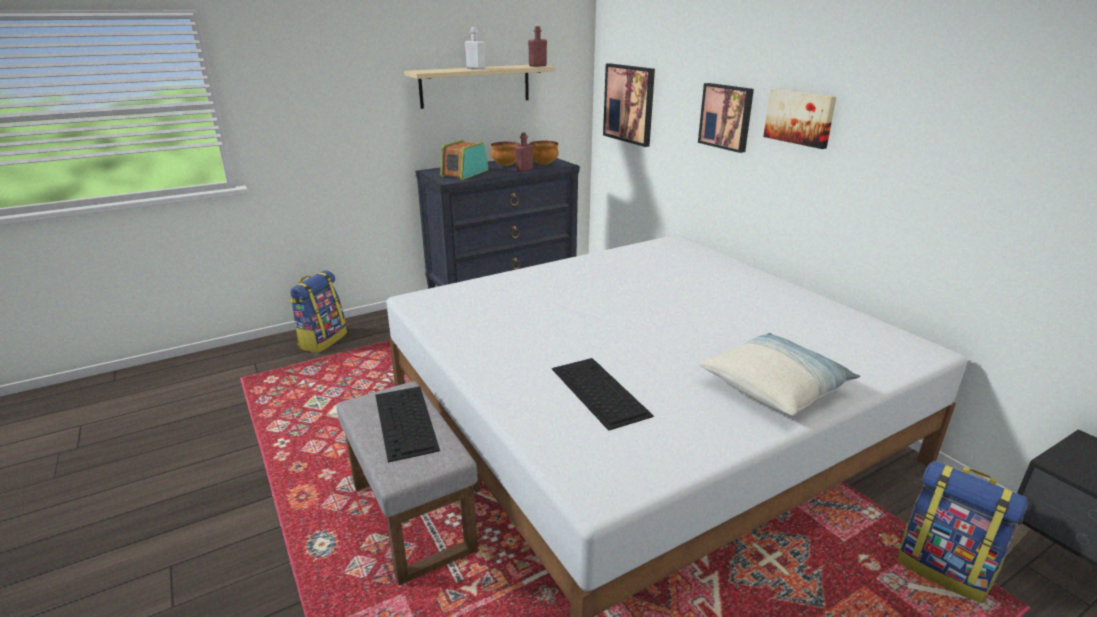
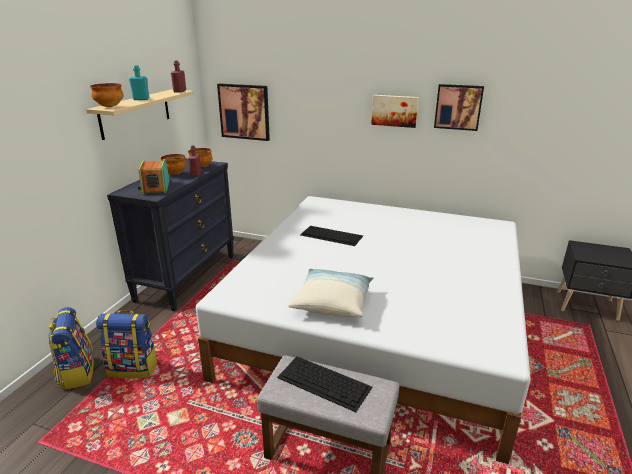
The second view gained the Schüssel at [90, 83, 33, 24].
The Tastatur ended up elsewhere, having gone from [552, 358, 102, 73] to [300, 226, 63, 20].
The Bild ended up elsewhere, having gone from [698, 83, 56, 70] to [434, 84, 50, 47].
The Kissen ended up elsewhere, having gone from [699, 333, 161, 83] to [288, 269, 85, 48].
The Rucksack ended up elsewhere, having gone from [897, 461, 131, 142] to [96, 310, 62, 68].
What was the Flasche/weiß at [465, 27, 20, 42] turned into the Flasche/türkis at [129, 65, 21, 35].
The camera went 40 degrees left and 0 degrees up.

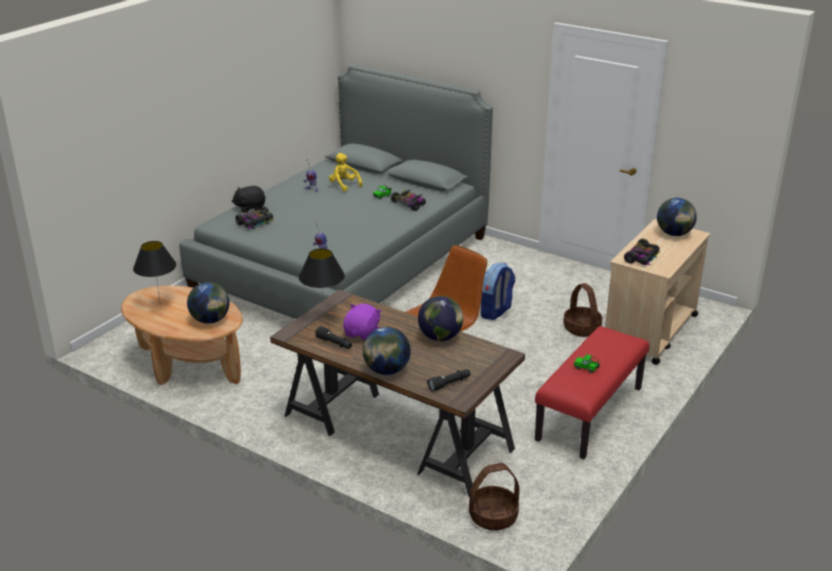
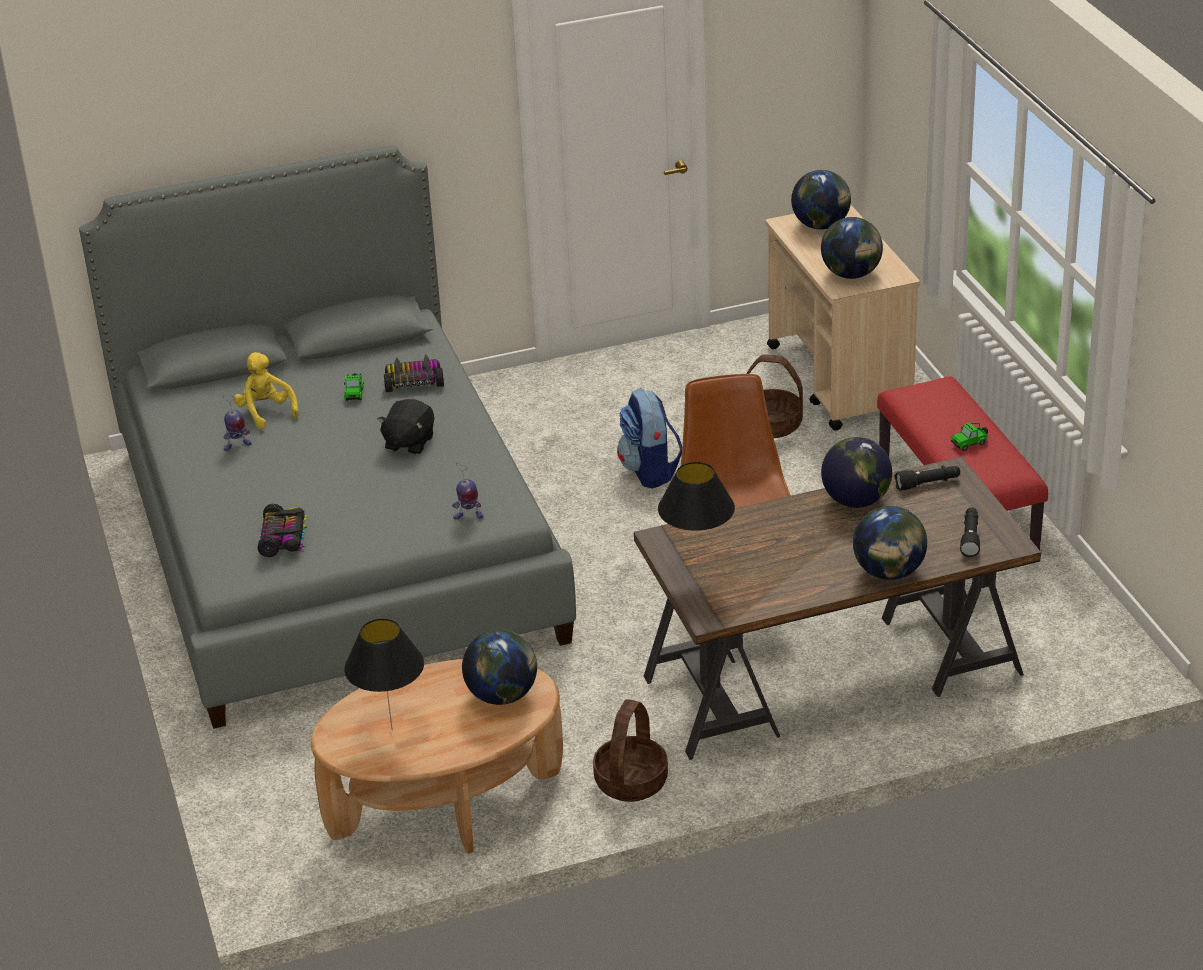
The second view lost the Plüschtier/lila at [343, 304, 39, 36].
The Plüschtier/schwarz ended up elsewhere, having gone from [231, 186, 35, 27] to [377, 399, 57, 56].
The Taschenlampe/schwarz ended up elsewhere, having gone from [315, 326, 37, 23] to [894, 465, 66, 26].
The Korb ended up elsewhere, having gone from [469, 463, 51, 68] to [593, 699, 75, 103].
Where the Spielzeugauto stood at [624, 239, 36, 26], the Globus came to stand at [821, 217, 62, 62].
The Plüschtier/gelb at [329, 153, 33, 39] ended up facing another way, 60 degrees clockwise from before.
The camera went 50 degrees left and 5 degrees up.

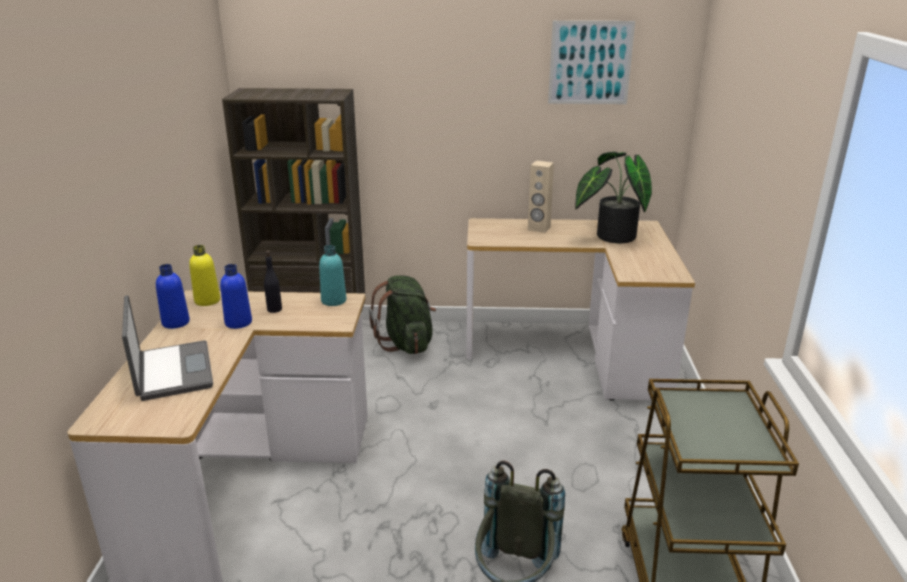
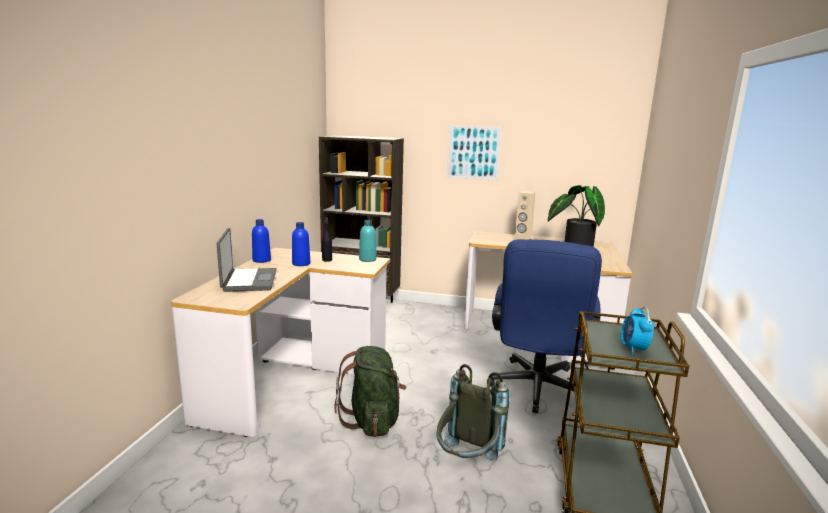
The second view lost the Flasche/gelb at [189, 245, 31, 61].
The second view gained the Bürostuhl/blau at [487, 239, 115, 174].
The second view gained the Wecker at [621, 307, 33, 48].
The Rucksack/grün ended up elsewhere, having gone from [369, 275, 67, 79] to [335, 346, 72, 91].
The Bild ended up elsewhere, having gone from [548, 21, 87, 83] to [446, 125, 56, 56].
The camera went 10 degrees right and 10 degrees down.

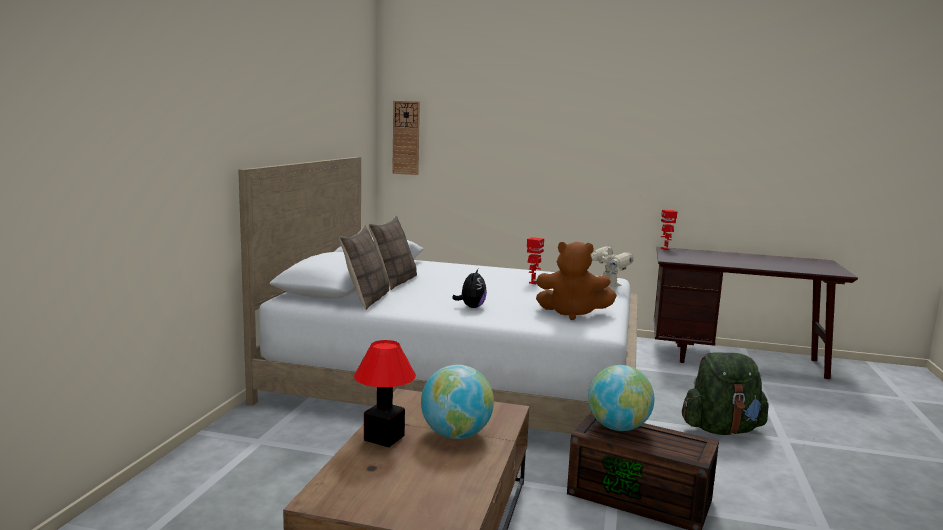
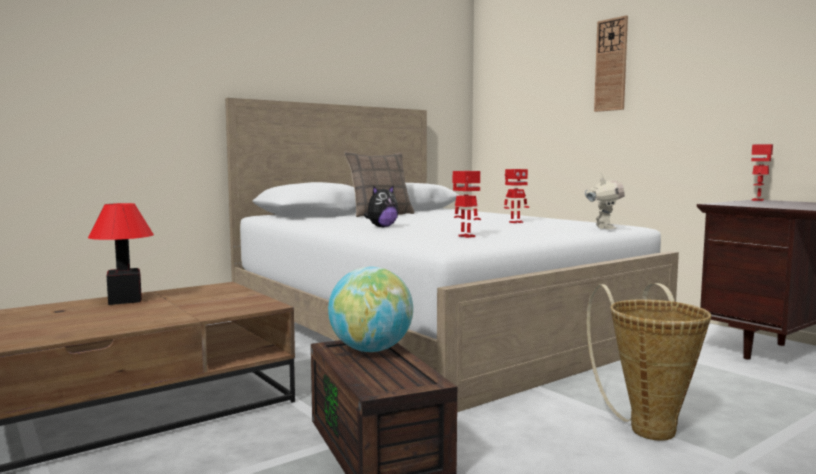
The second view lost the Kissen at [339, 226, 50, 84].
The second view lost the Globus at [421, 365, 73, 74].
The Wanduhr ended up elsewhere, having gone from [392, 101, 28, 74] to [594, 15, 34, 97].
Where the Plüschtier/braun stood at [536, 242, 81, 78], the Spielzeugroboter came to stand at [453, 171, 28, 67].
Where the Rucksack/grün stood at [682, 353, 87, 82], the Korb came to stand at [587, 283, 124, 158].
The camera went 40 degrees right and 5 degrees down.

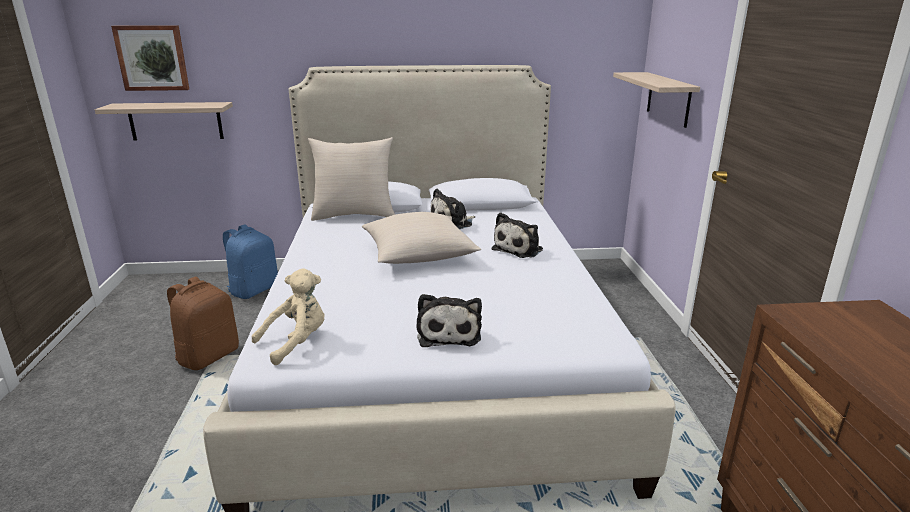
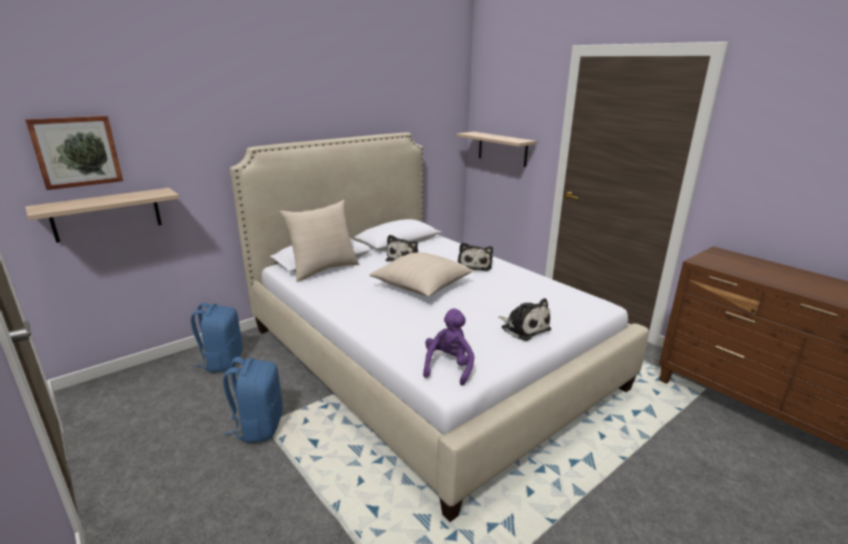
What was the Rucksack/braun at [167, 277, 72, 93] turned into the Rucksack/blau at [223, 357, 60, 86].
What was the Plüschtier/beige at [252, 268, 73, 97] turned into the Plüschtier/lila at [423, 308, 51, 78].
The camera went 35 degrees left and 0 degrees up.

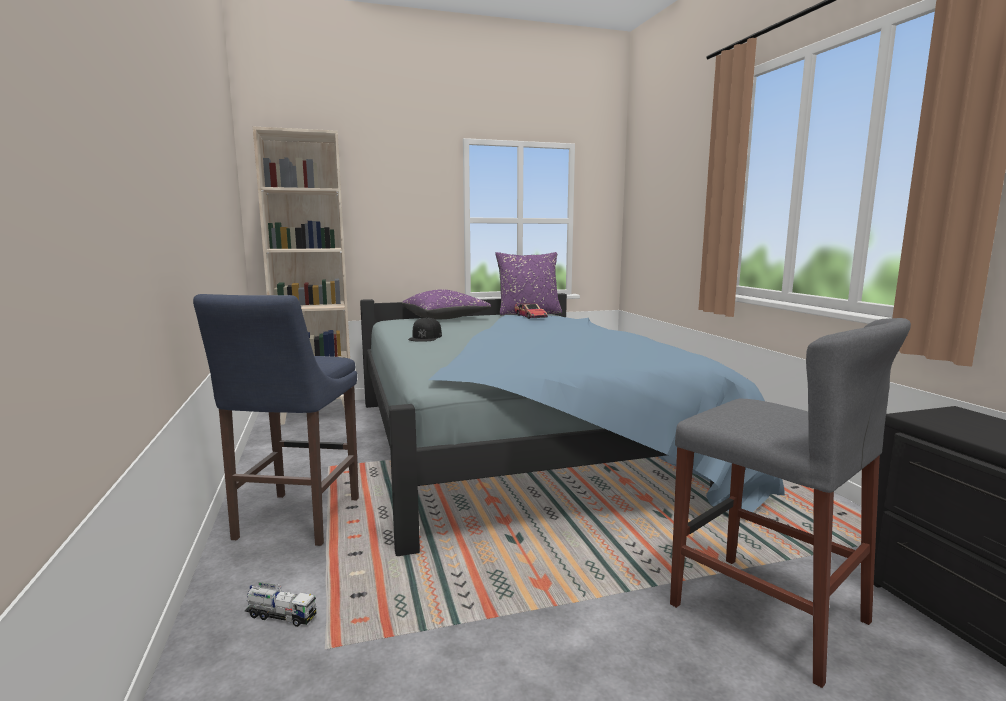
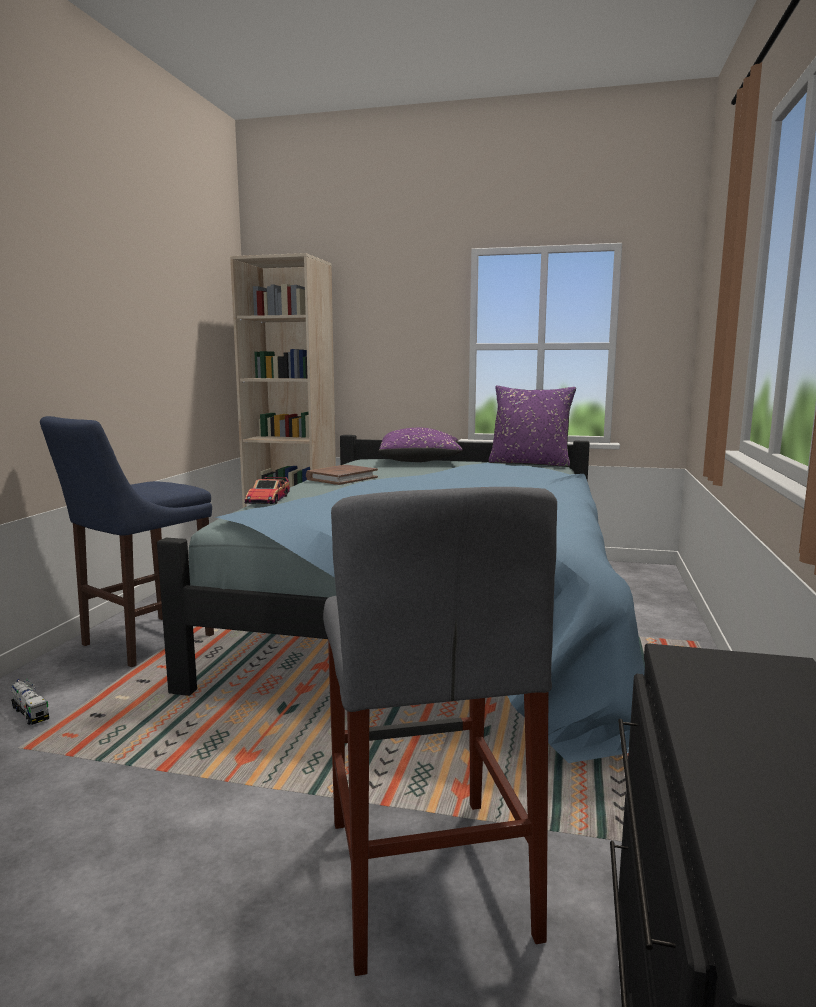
The Spielzeugauto ended up elsewhere, having gone from [515, 303, 33, 16] to [245, 477, 45, 27].
Where the Kappe/schwarz stood at [408, 317, 34, 25], the Buch/braun came to stand at [306, 465, 72, 20].
The camera went 30 degrees right and 0 degrees up.

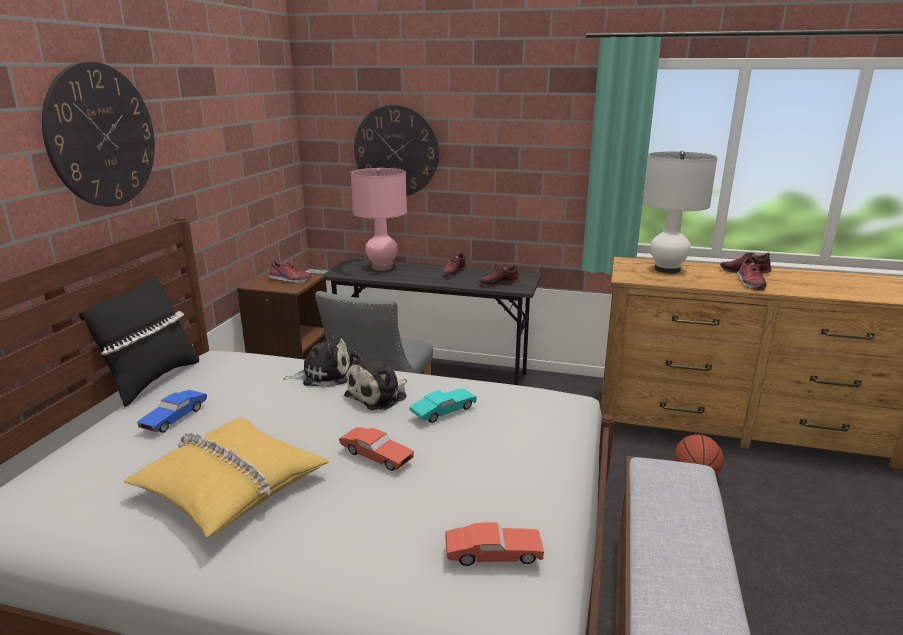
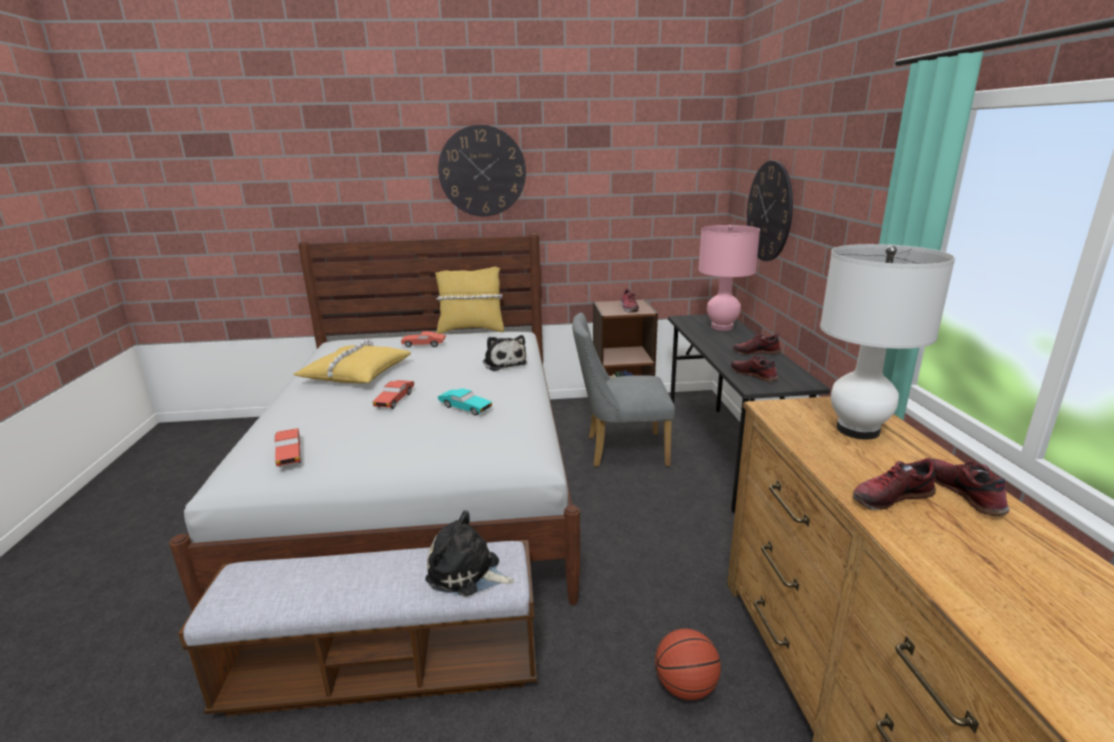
The Plüschtier ended up elsewhere, having gone from [344, 351, 63, 59] to [425, 510, 90, 86].
What was the Kissen/schwarz at [78, 276, 121, 131] turned into the Kissen/gelb at [435, 267, 69, 67].
What was the Spielzeugauto/blau at [137, 390, 70, 43] turned into the Spielzeugauto/rot at [401, 331, 45, 16].
The camera went 70 degrees right and 0 degrees up.

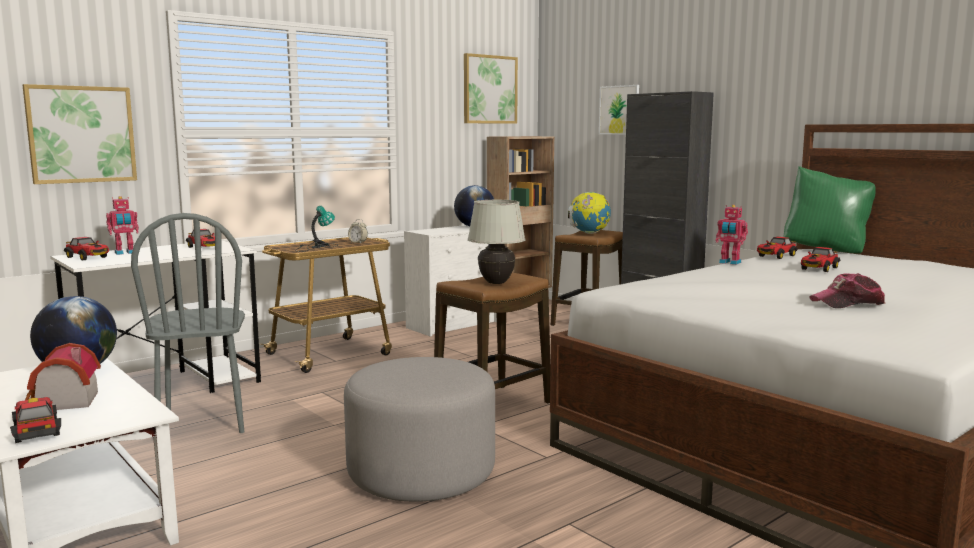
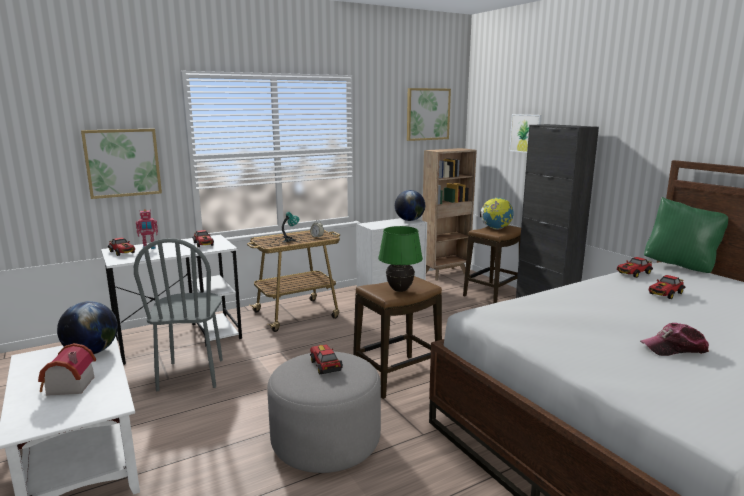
The second view lost the Spielzeugroboter at [715, 205, 33, 60].
The Spielzeugauto ended up elsewhere, having gone from [10, 397, 51, 46] to [310, 344, 33, 30].
What was the Tischlampe/weiß at [468, 200, 57, 84] turned into the Tischlampe/grün at [378, 226, 45, 66].
The camera went 10 degrees right and 5 degrees up.

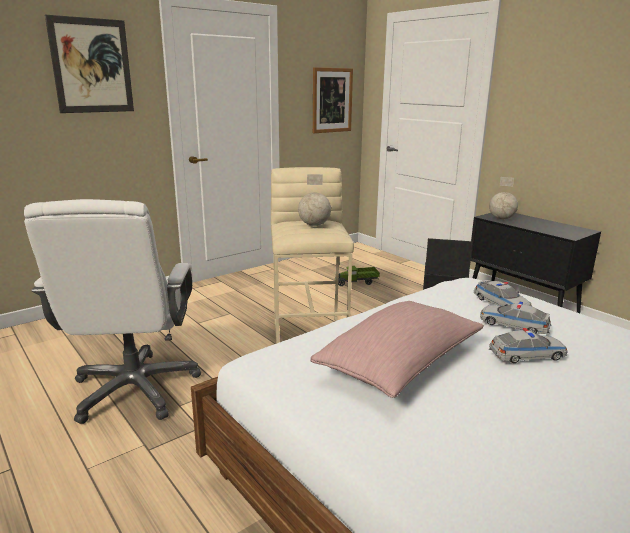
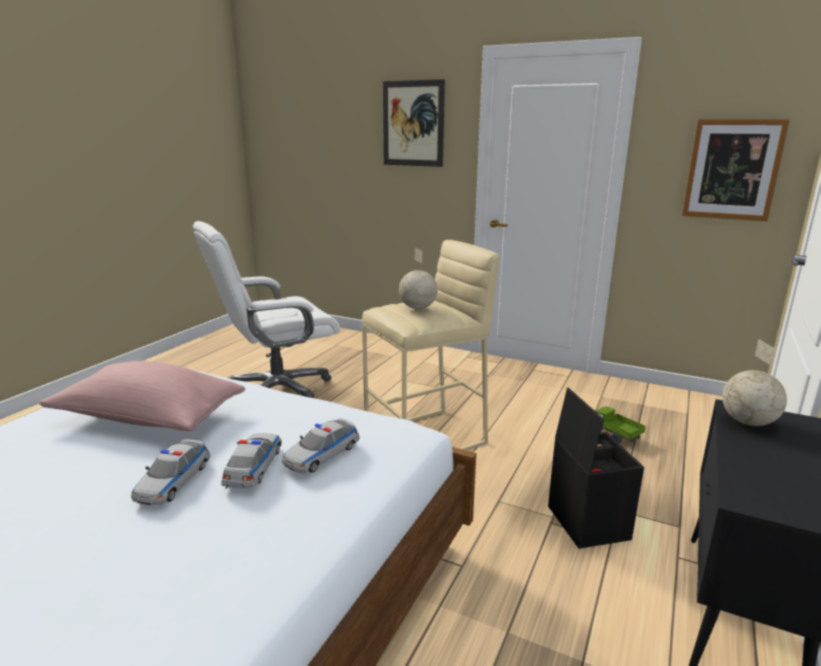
The Spielzeugauto at [489, 328, 79, 35] ended up facing another way, 45 degrees clockwise from before.
The camera went 65 degrees right and 0 degrees up.

